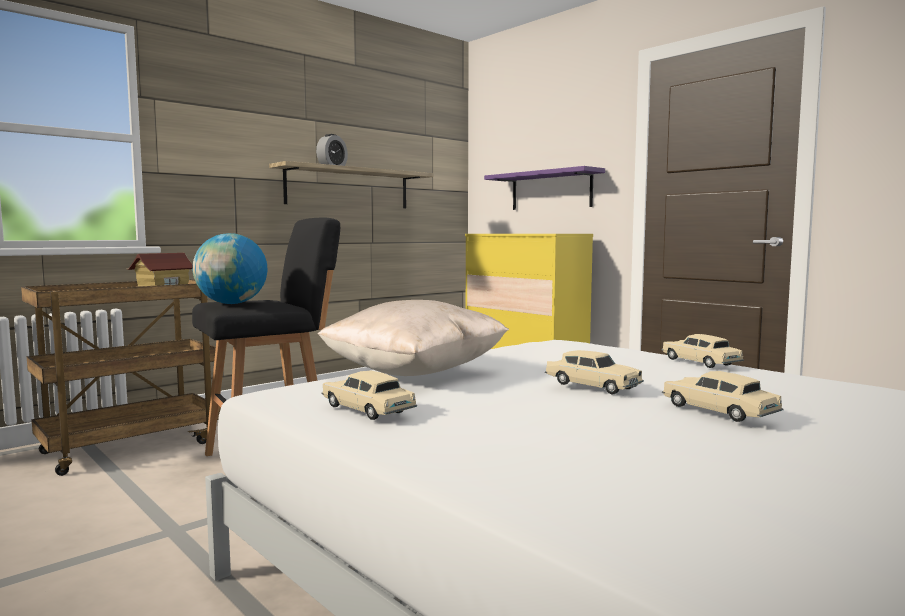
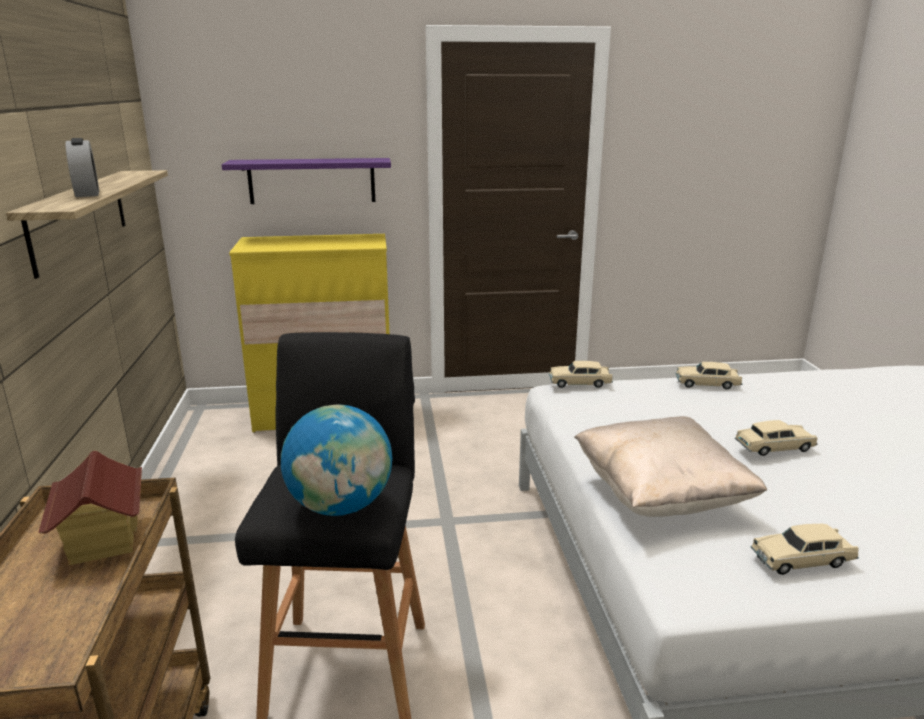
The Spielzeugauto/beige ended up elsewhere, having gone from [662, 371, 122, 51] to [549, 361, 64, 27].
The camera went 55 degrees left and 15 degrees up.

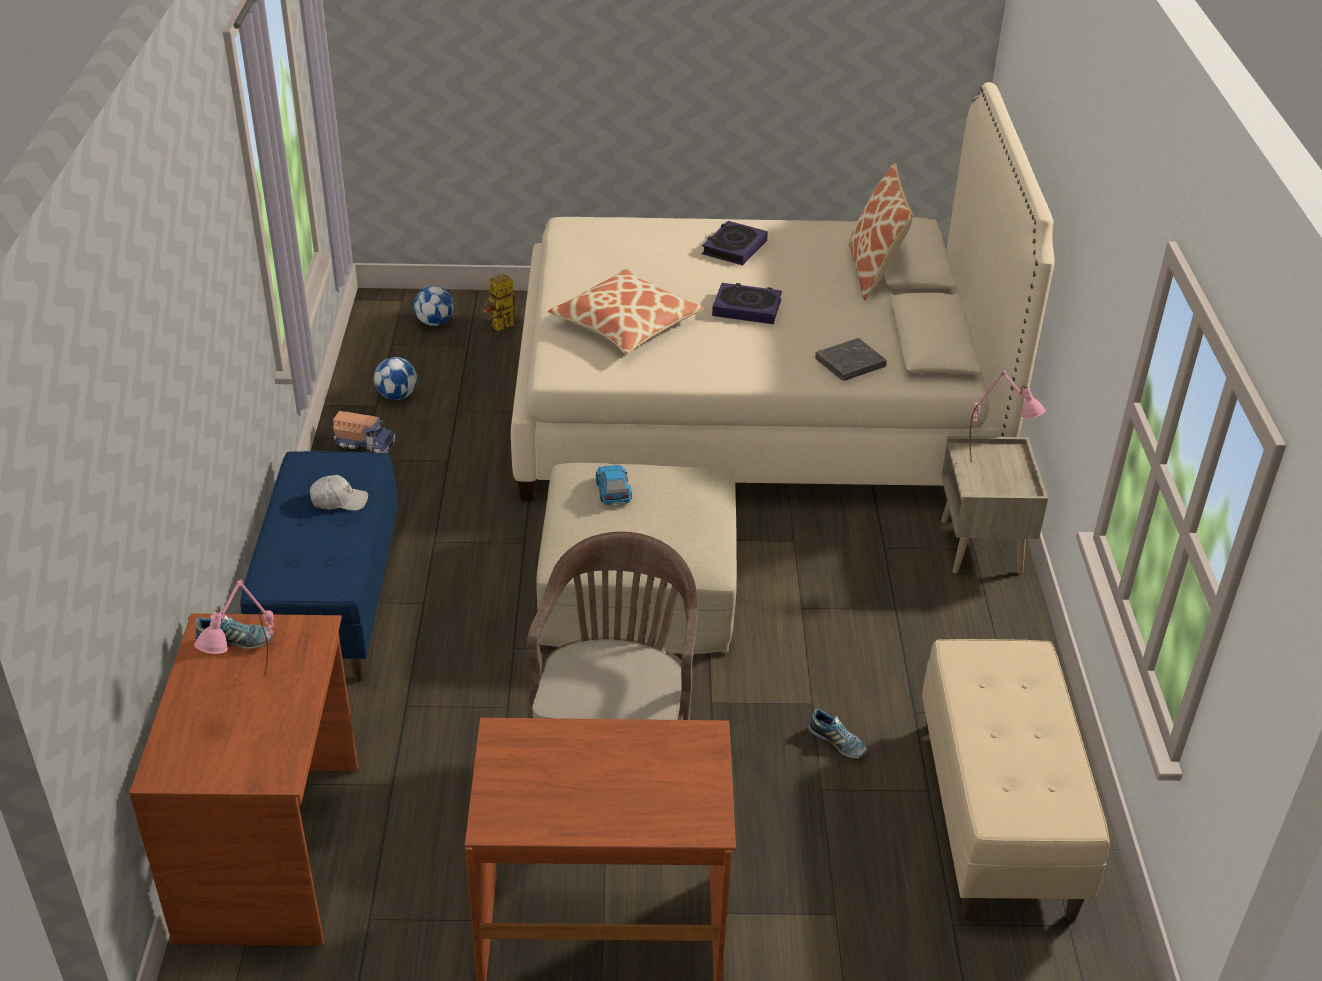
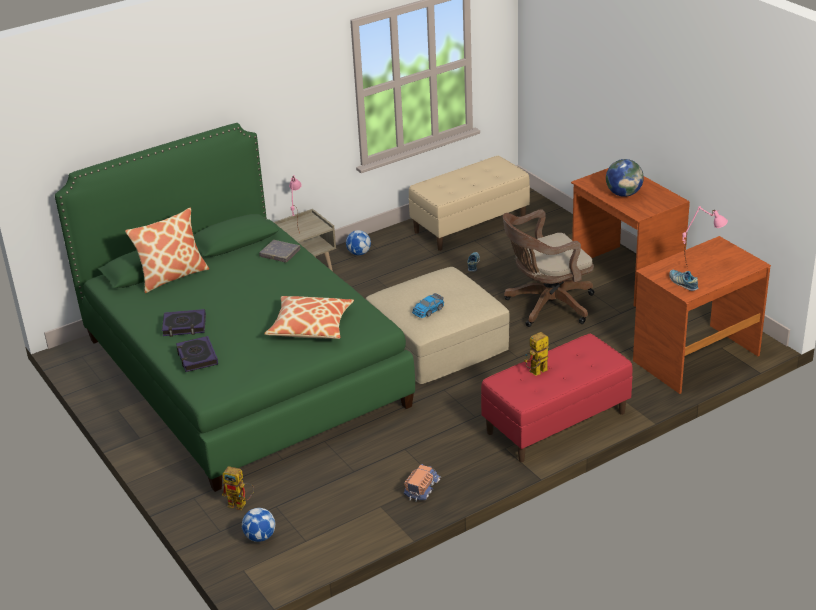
The second view gained the Globus at [606, 159, 38, 38].
The Fußball ended up elsewhere, having gone from [374, 357, 43, 43] to [346, 230, 25, 25].
The Buch ended up elsewhere, having gone from [712, 283, 70, 41] to [176, 336, 42, 36].
Where the Kappe/weiß stood at [310, 475, 58, 36], the Spielzeugroboter came to stand at [524, 332, 25, 44].
What was the Bank/blau at [240, 451, 158, 231] turned into the Bank/rot at [481, 334, 152, 128].
What was the Bett/beige at [511, 82, 544, 419] turned into the Bett/grün at [55, 123, 360, 369].
The Spielzeuglaster at [333, 411, 63, 42] ended up facing another way, 45 degrees clockwise from before.
The camera went 120 degrees left and 5 degrees down.

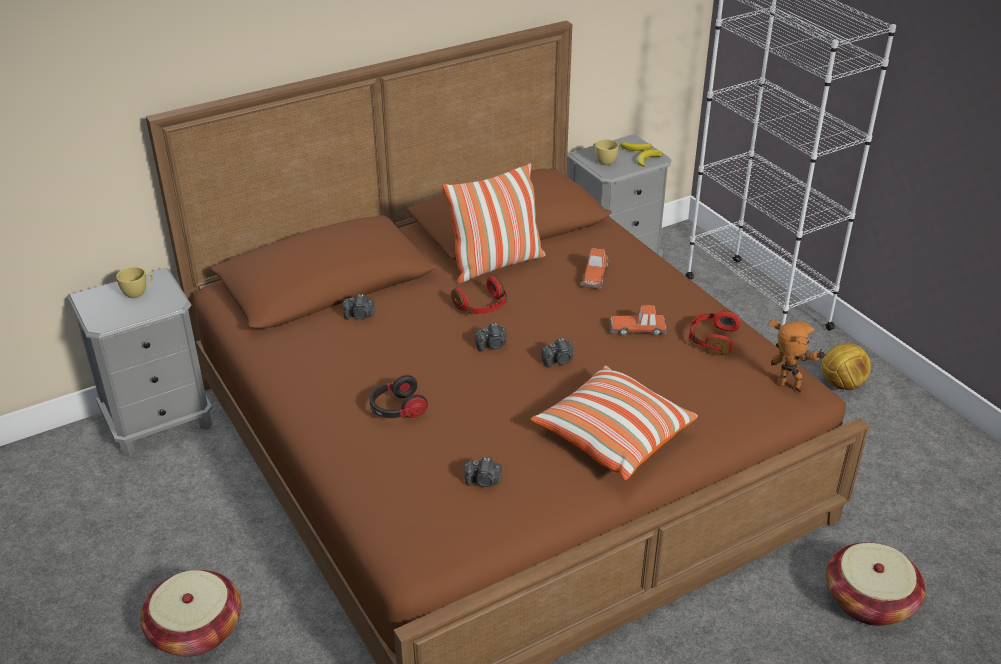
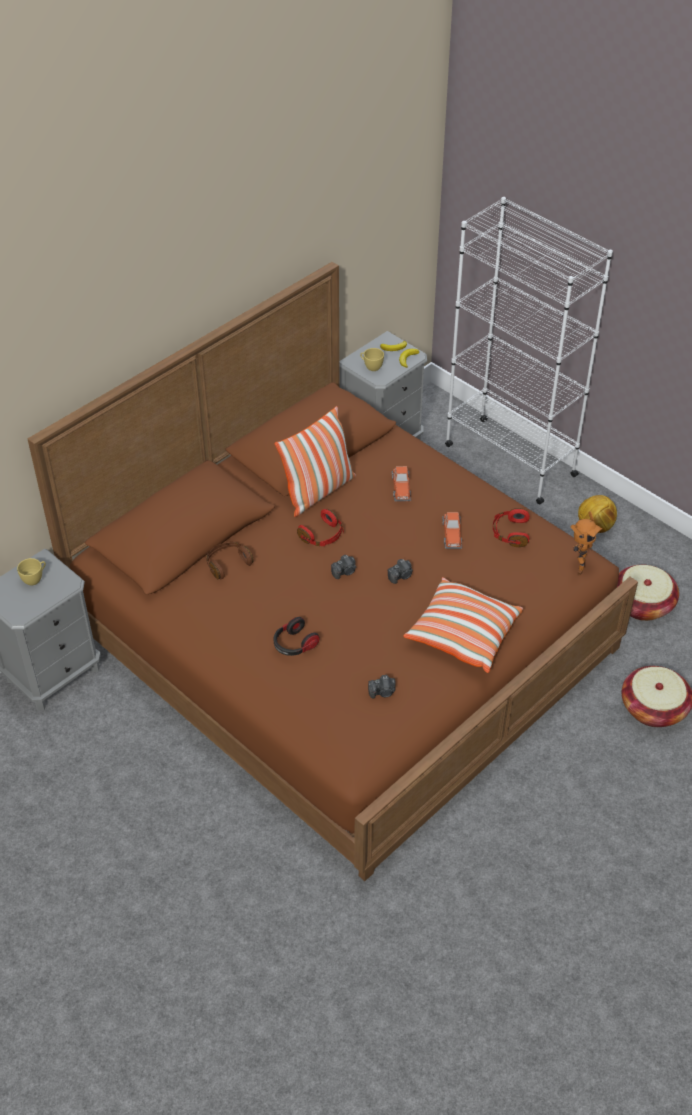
The Korb ended up elsewhere, having gone from [140, 570, 101, 87] to [617, 565, 62, 56].
Where the Kamera stood at [343, 294, 32, 26], the Kopfhörer/braun came to stand at [206, 541, 48, 38].
The Spielzeugauto at [609, 305, 58, 31] ended up facing another way, 75 degrees counterclockwise from before.
The Spielzeugroboter at [769, 319, 58, 74] ended up facing another way, 90 degrees clockwise from before.
The camera went 15 degrees left and 10 degrees up.

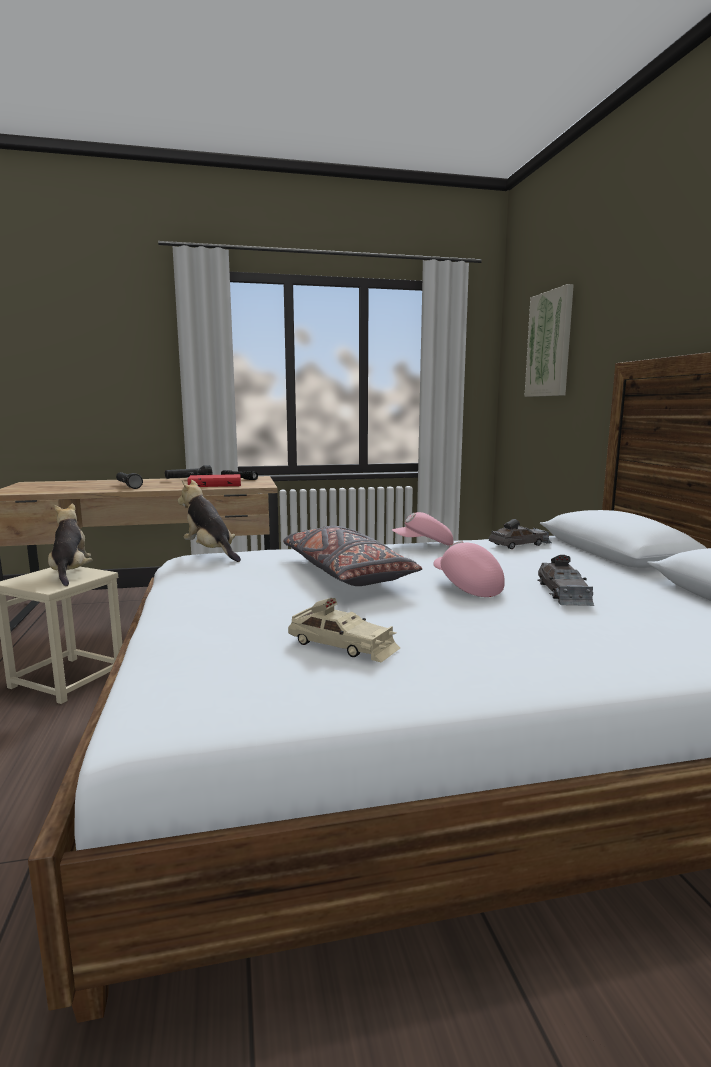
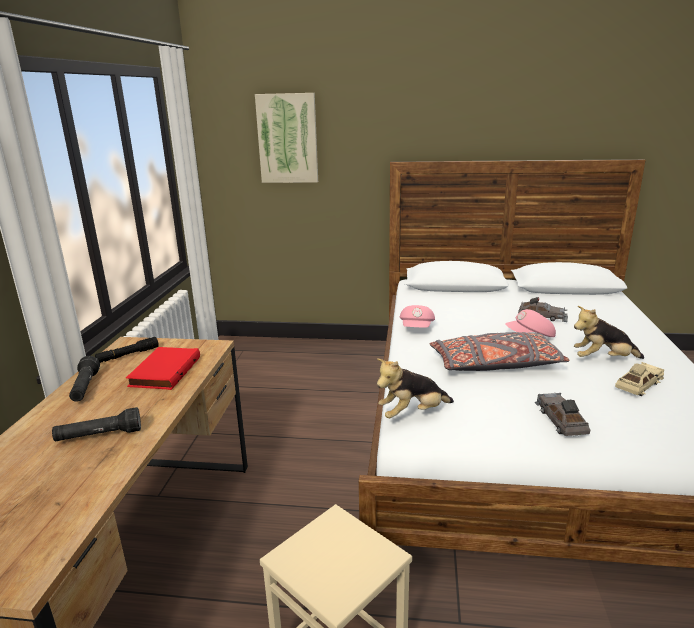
The Plüschtier ended up elsewhere, having gone from [48, 503, 44, 83] to [574, 306, 70, 53].
The Spielzeugauto/grau ended up elsewhere, having gone from [489, 519, 63, 30] to [535, 393, 55, 43].
The camera went 70 degrees left and 10 degrees up.

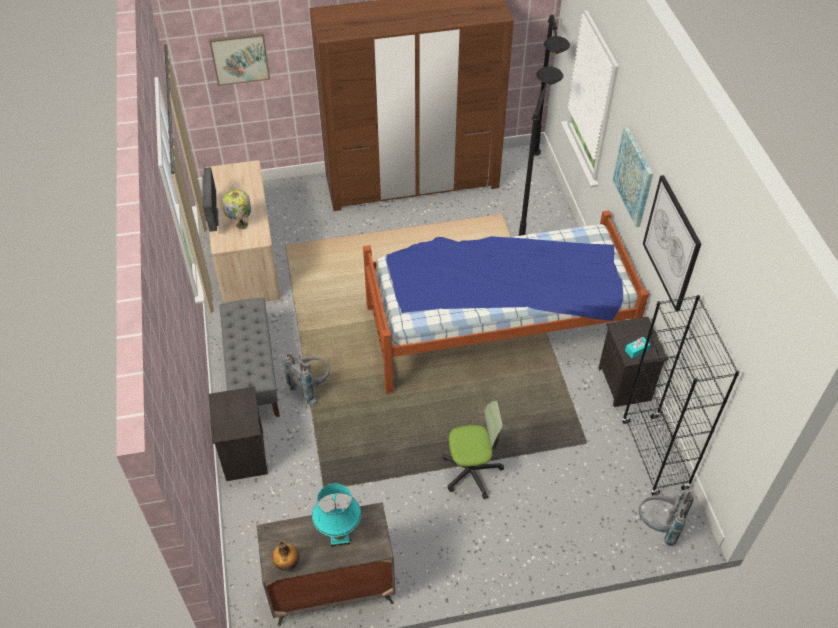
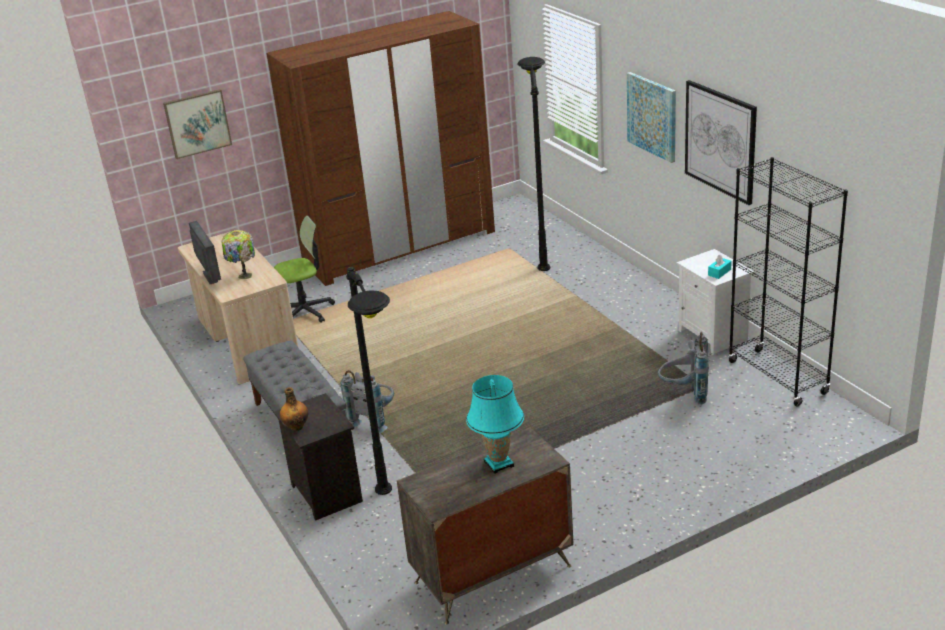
The second view lost the Bett at [363, 210, 286, 184].
The Flasche ended up elsewhere, having gone from [272, 540, 27, 31] to [280, 387, 28, 44].
The Bürostuhl ended up elsewhere, having gone from [442, 400, 62, 99] to [274, 216, 61, 107].
The Stehlampe/schwarz ended up elsewhere, having gone from [534, 15, 36, 141] to [346, 267, 46, 228].
The Rucksack/grau ended up elsewhere, having gone from [639, 491, 55, 55] to [658, 332, 51, 72].
What was the Nachttisch/schwarz at [599, 317, 69, 90] turned into the Nachttisch/weiß at [677, 249, 77, 105].
The camera went 15 degrees left and 20 degrees down.

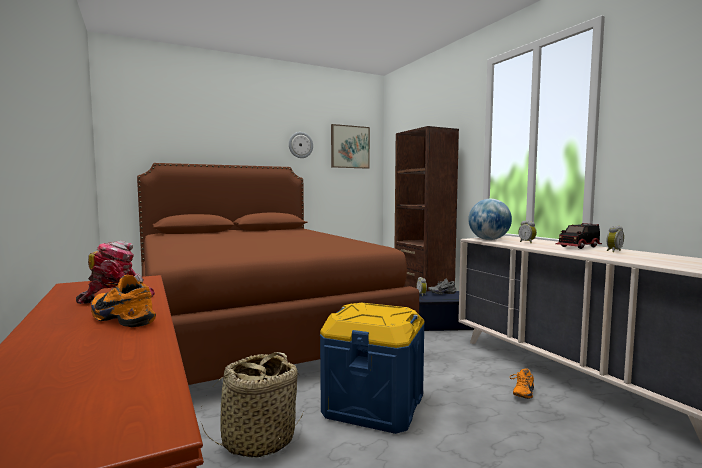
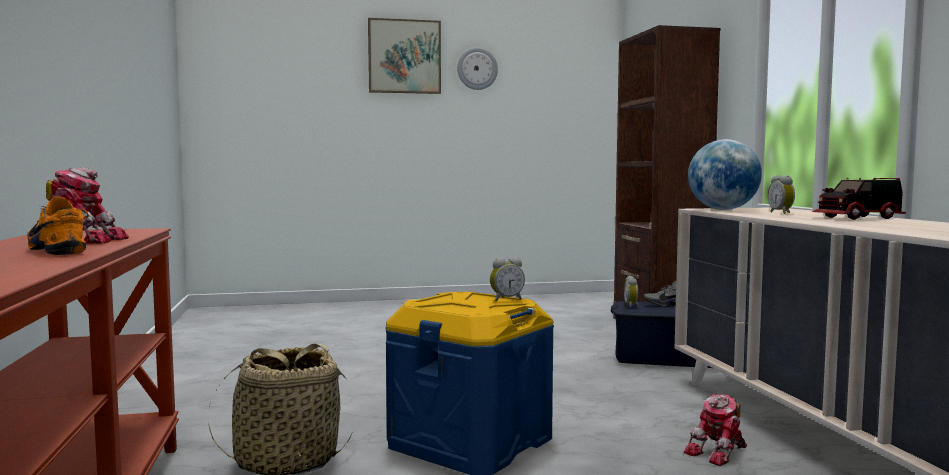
The second view lost the Bett/braun at [137, 163, 282, 222].
The Bild ended up elsewhere, having gone from [331, 124, 39, 45] to [368, 18, 73, 76].
The Wecker ended up elsewhere, having gone from [607, 226, 17, 26] to [490, 257, 35, 45].
Where the Schuh/orange stood at [510, 368, 24, 31], the Spielzeugroboter came to stand at [684, 394, 63, 72].
The camera went 15 degrees right and 0 degrees up.

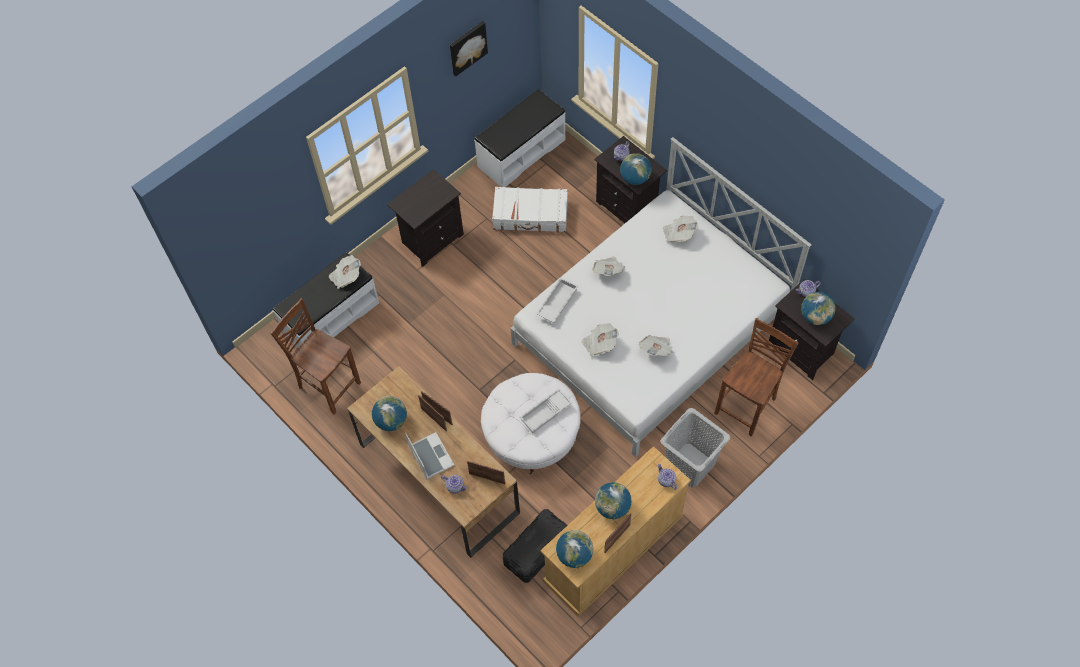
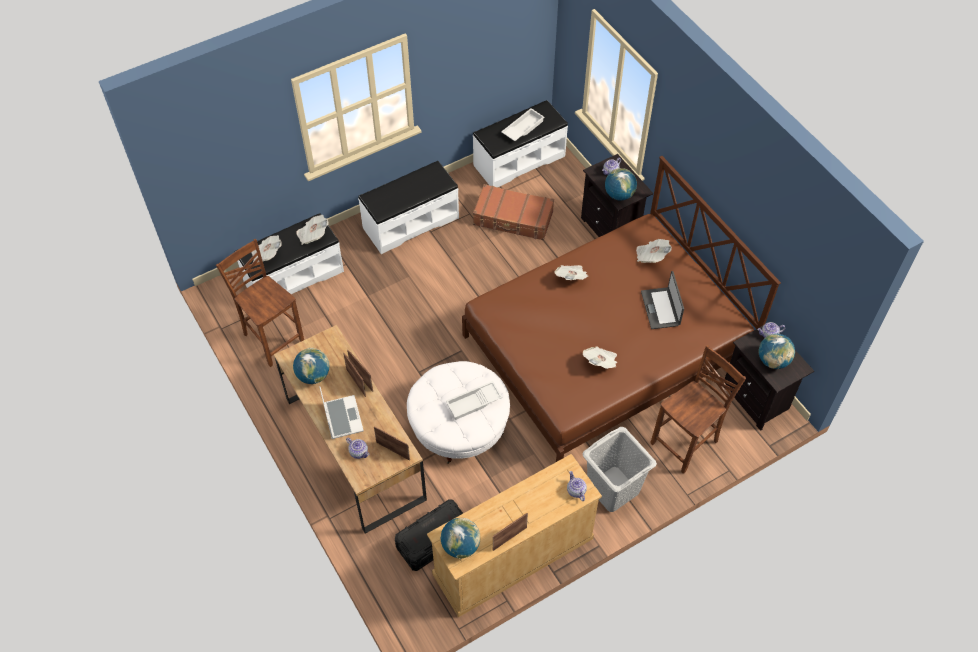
The second view lost the Bild at [450, 21, 38, 55].
The second view lost the Globus at [595, 482, 37, 37].
The second view gained the Laptop at [641, 271, 43, 58].
The Tablett/weiß ended up elsewhere, having gone from [536, 278, 42, 45] to [501, 108, 44, 33].
The Zeitung ended up elsewhere, having gone from [582, 323, 37, 33] to [251, 235, 31, 27].
Where the Nachttisch/schwarz stood at [387, 169, 77, 98], the Bank/weiß came to stand at [358, 161, 101, 93].
What was the Koffer/weiß at [492, 187, 76, 46] turned into the Koffer/braun at [473, 184, 81, 56].
What was the Bett/weiß at [510, 137, 302, 320] turned into the Bett/braun at [462, 156, 319, 306].
The camera went 10 degrees right and 5 degrees down.

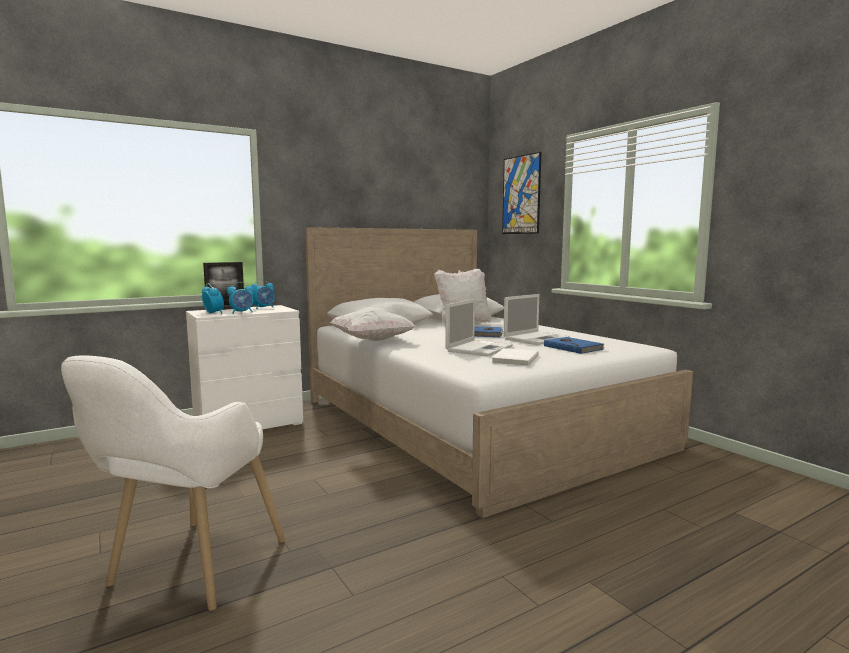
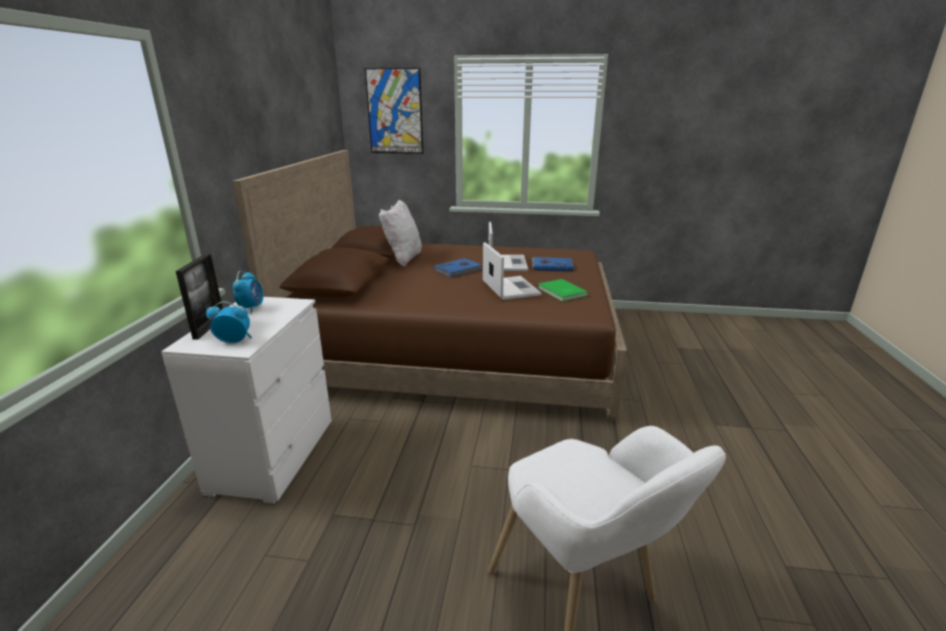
The second view lost the Wecker at [227, 282, 27, 31].
The second view lost the Kissen/weiß at [330, 307, 85, 34].
What was the Bett/weiß at [305, 227, 388, 291] turned into the Bett/braun at [232, 150, 395, 271].
What was the Buch/weiß at [491, 348, 48, 18] turned into the Buch/grün at [537, 279, 51, 23].
The camera went 50 degrees left and 15 degrees up.

